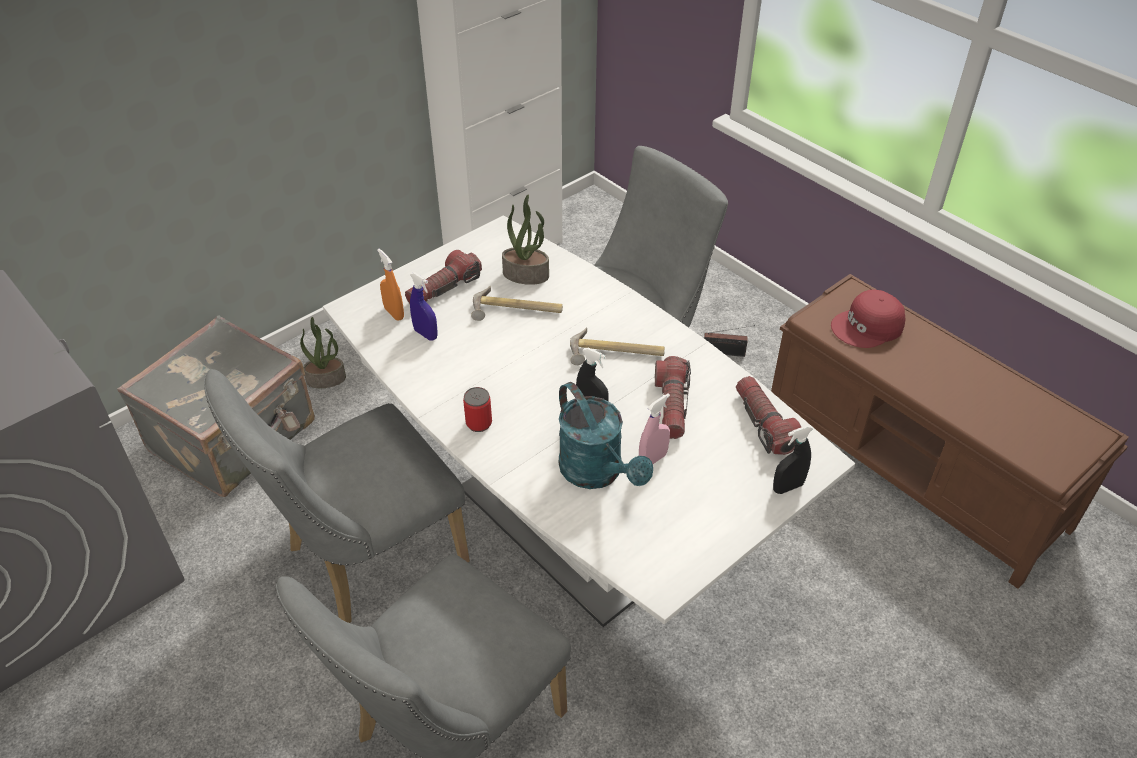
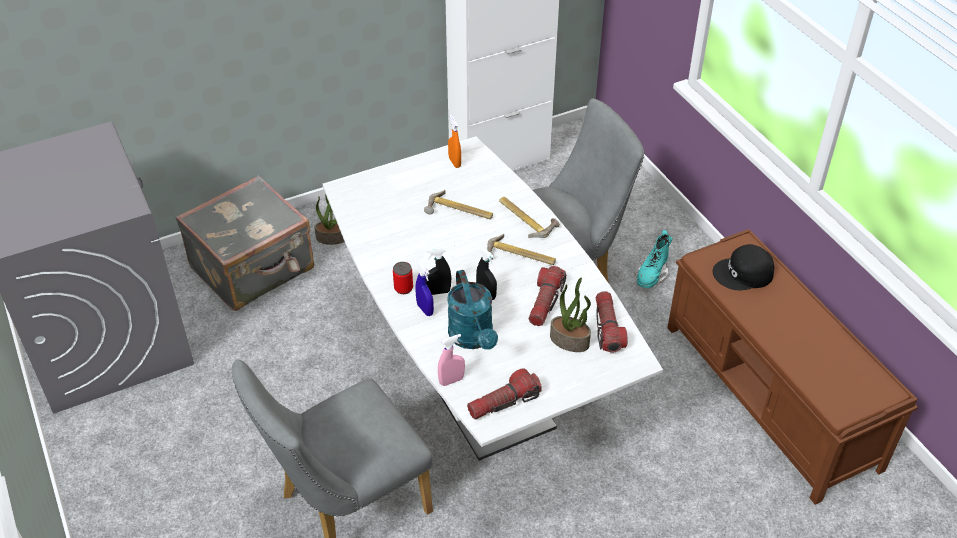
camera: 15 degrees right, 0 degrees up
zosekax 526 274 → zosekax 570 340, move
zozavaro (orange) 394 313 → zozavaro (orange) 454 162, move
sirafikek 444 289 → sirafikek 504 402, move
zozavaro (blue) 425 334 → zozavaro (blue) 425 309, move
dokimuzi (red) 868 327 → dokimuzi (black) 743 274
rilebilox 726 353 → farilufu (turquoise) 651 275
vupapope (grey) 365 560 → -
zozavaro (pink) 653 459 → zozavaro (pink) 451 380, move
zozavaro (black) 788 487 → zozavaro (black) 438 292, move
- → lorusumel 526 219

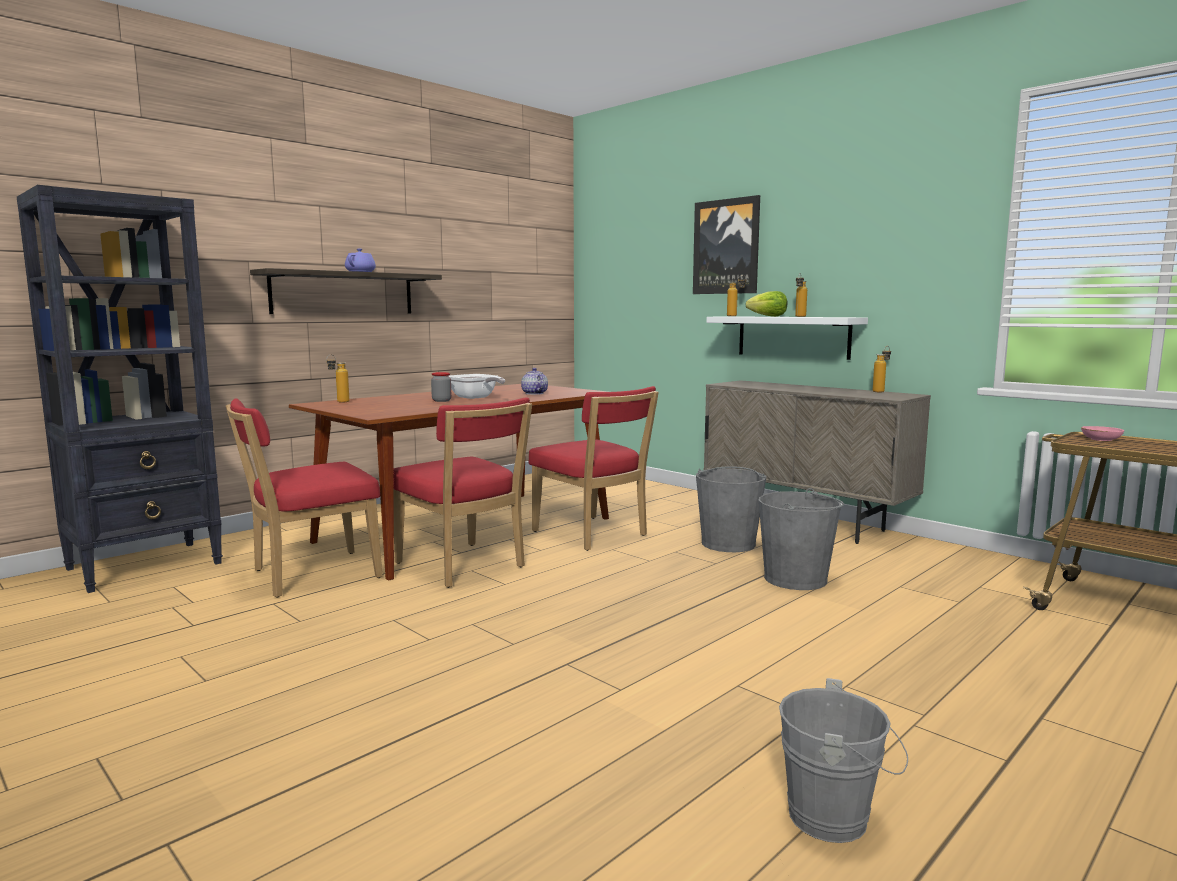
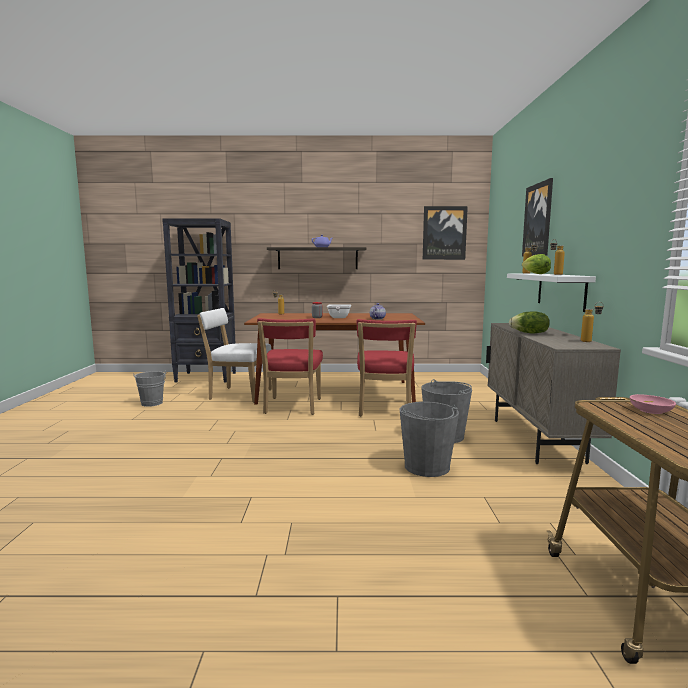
camera: 45 degrees right, 0 degrees up
vupapope (red) 310 575 → vupapope (white) 238 394
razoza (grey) 837 819 → razoza (grey) 152 404, move
- → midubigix 444 233
- → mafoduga 529 333

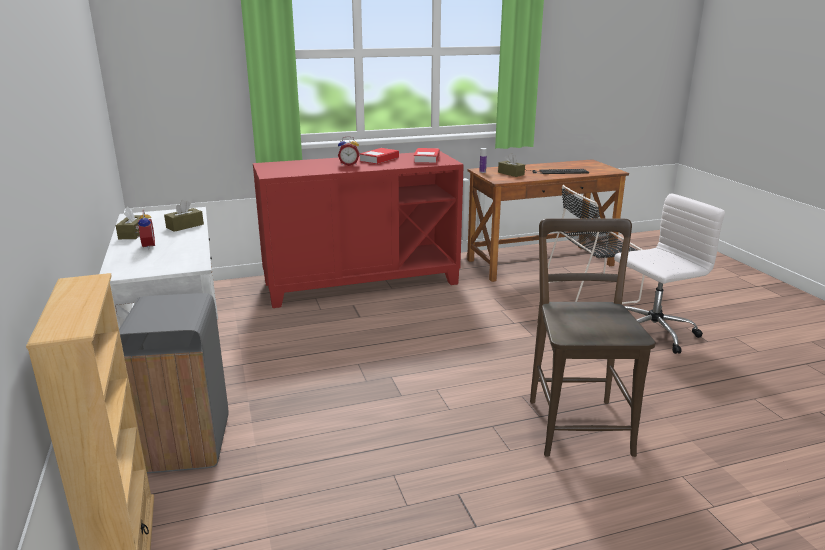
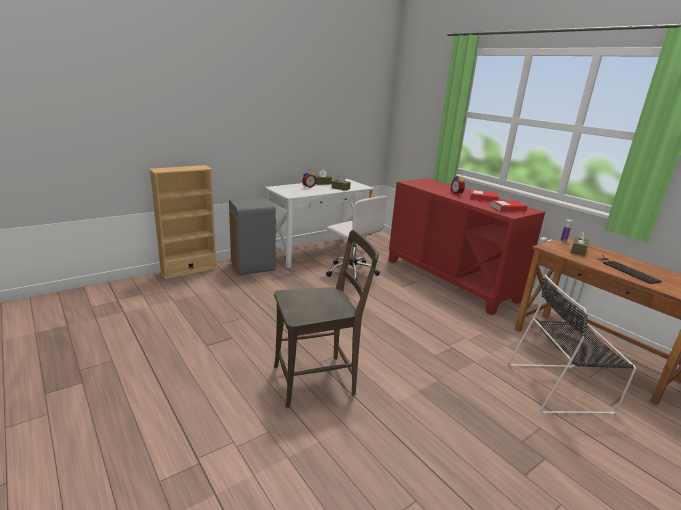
camera: 70 degrees right, 0 degrees up
vupapope (black) 592 292 → vupapope (black) 561 388, 60 degrees counterclockwise
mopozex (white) 651 332 → mopozex (white) 351 271, move

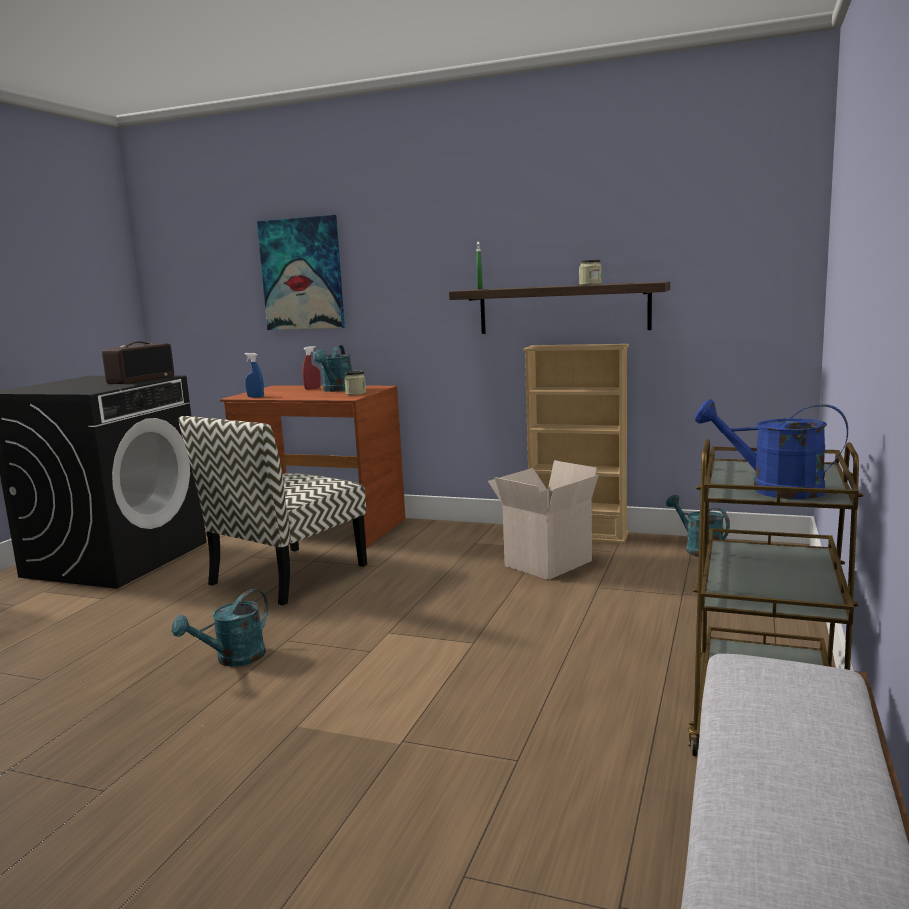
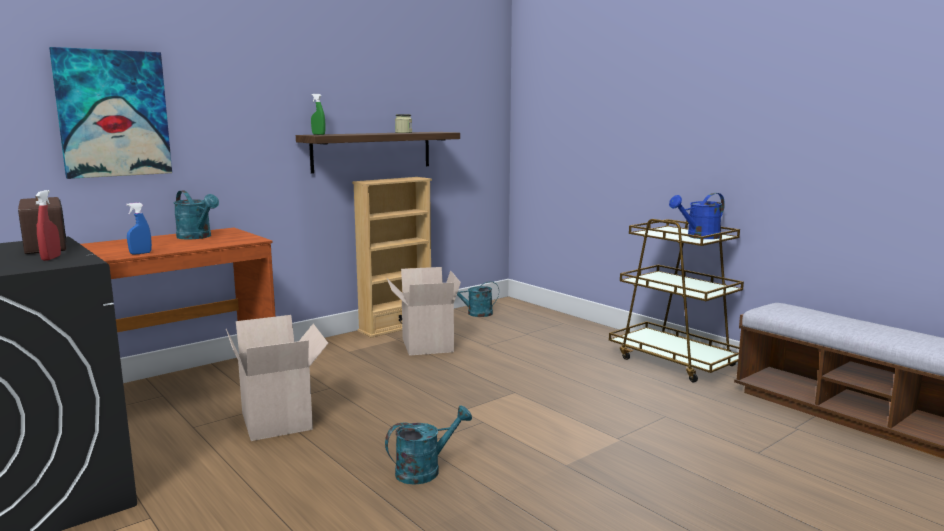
camera: 60 degrees left, 0 degrees up
zozavaro (red) 312 388 → zozavaro (red) 51 258, move
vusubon 355 393 → -
vupapope 287 575 → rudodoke 279 421
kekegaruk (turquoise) 233 659 → kekegaruk (turquoise) 425 470, 105 degrees counterclockwise

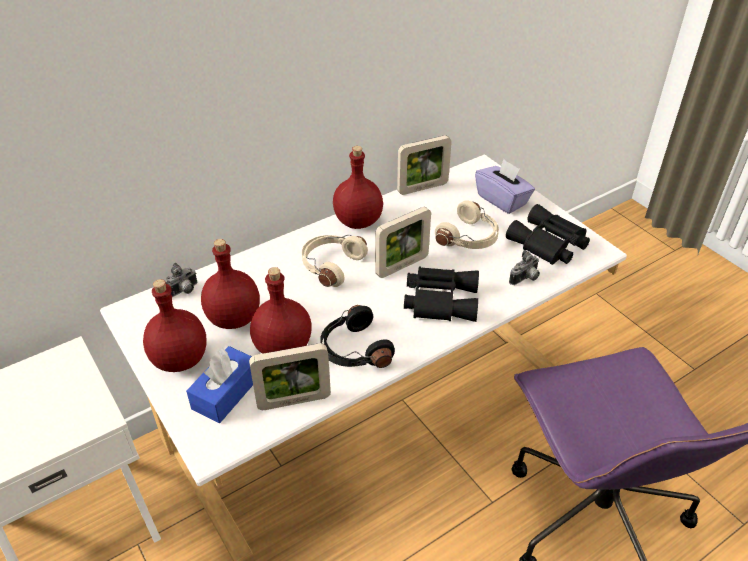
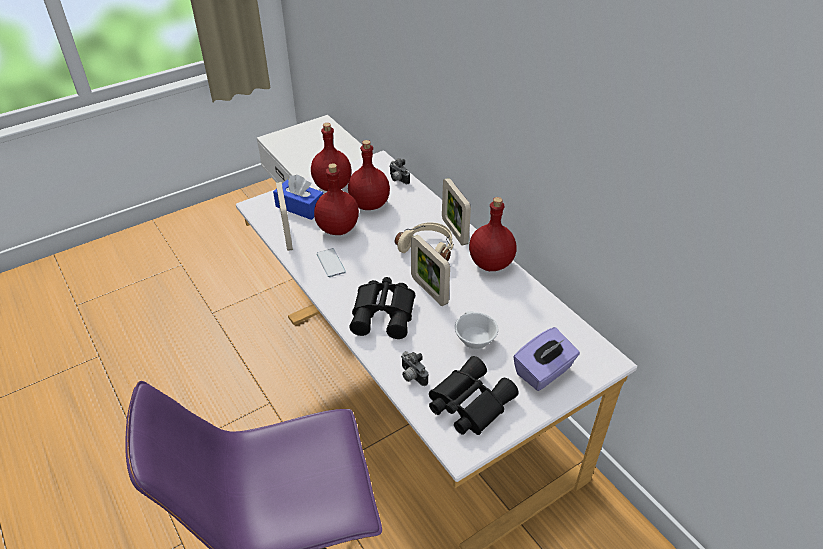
camera: 90 degrees right, 0 degrees up
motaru 422 188 → motaru 454 231, move
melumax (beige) 469 238 → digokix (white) 473 339
melumax (black) 353 350 → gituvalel 331 263

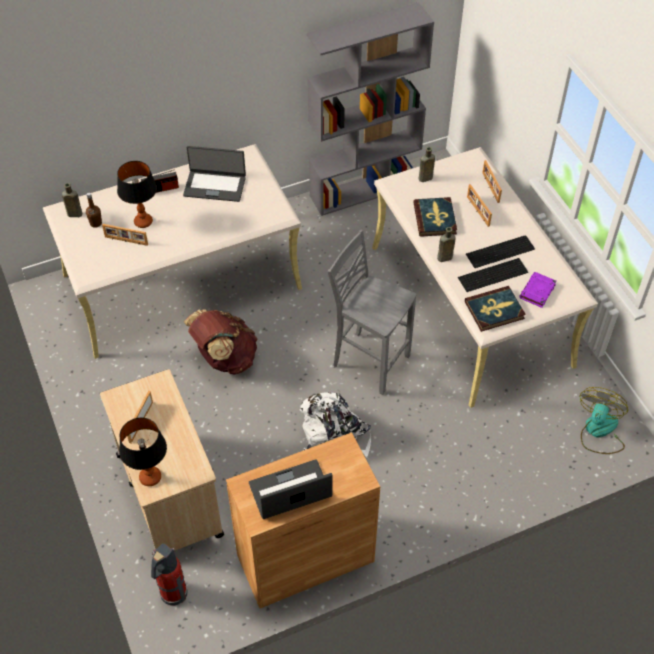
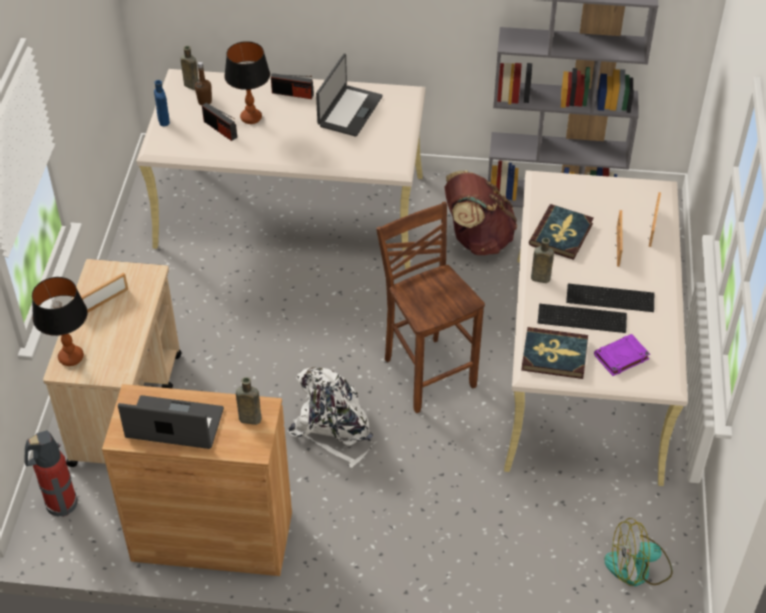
camera: 30 degrees right, 5 degrees down
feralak 215 186 → feralak 349 111, 105 degrees counterclockwise
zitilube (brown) 424 178 → zitilube (brown) 248 419, move
motaru 126 241 → rilebilox 220 129
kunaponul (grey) 369 360 → kunaponul (brown) 427 372
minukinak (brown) 225 358 → minukinak (brown) 477 239, move
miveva 599 432 → miveva 638 568, 150 degrees counterclockwise
- → zitilube (blue) 164 121

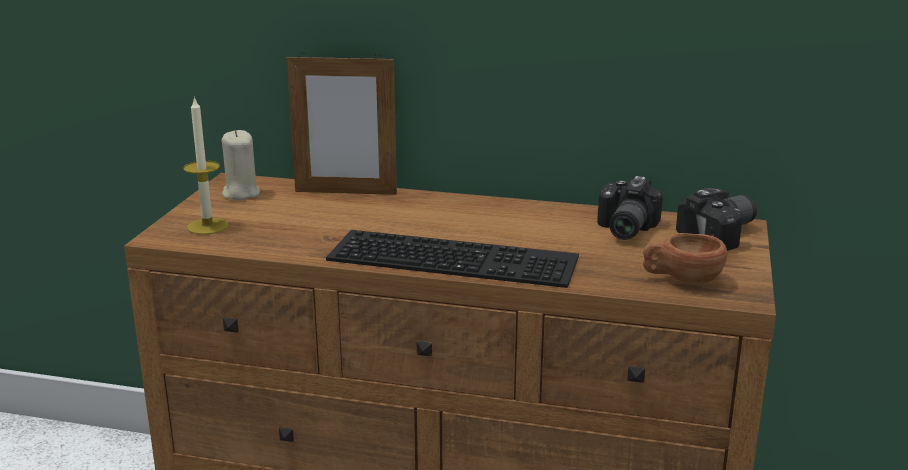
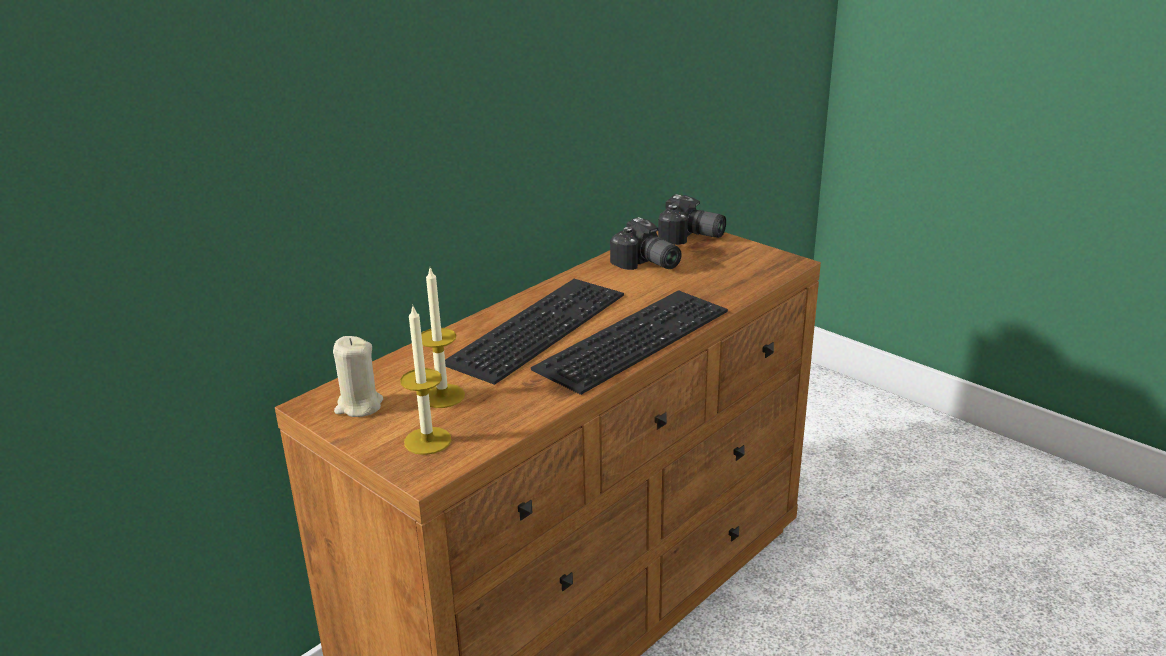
camera: 60 degrees left, 5 degrees up
motaru 346 192 → -
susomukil 723 235 → susomukil 691 237, 120 degrees clockwise
digokix (brown) 682 280 → -
- → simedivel 442 396
- → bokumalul 536 326

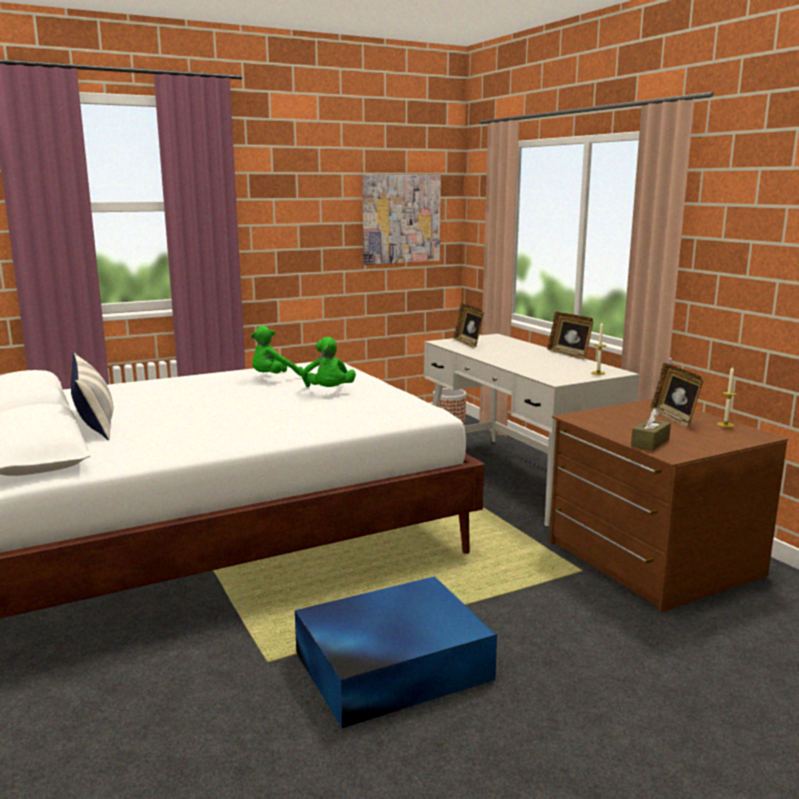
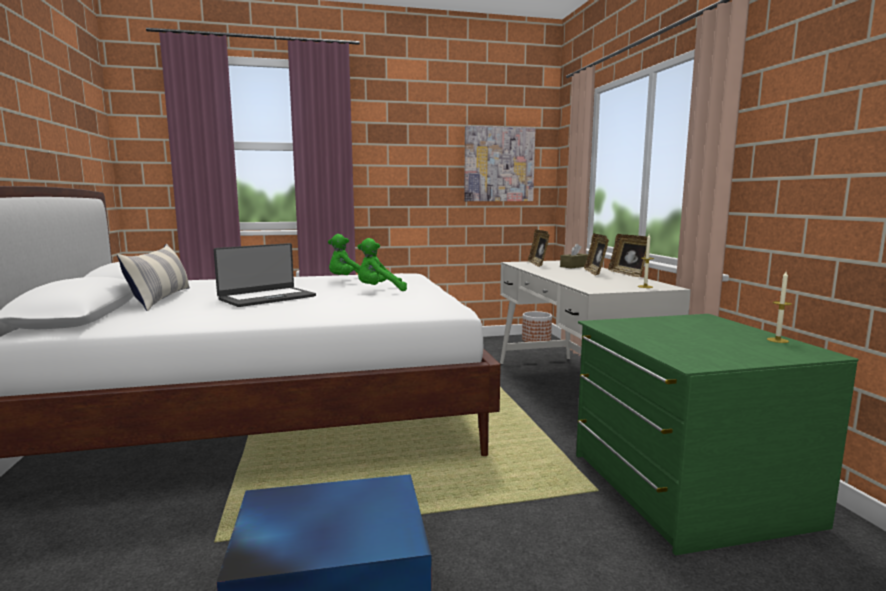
camera: 15 degrees right, 5 degrees down
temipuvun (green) 328 392 → temipuvun (green) 379 291, 75 degrees clockwise
motaru 674 418 → motaru 595 272, move
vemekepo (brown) 651 559 → vemekepo (green) 685 488
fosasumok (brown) 650 443 → fosasumok (brown) 574 266, move
- → feralak 267 297

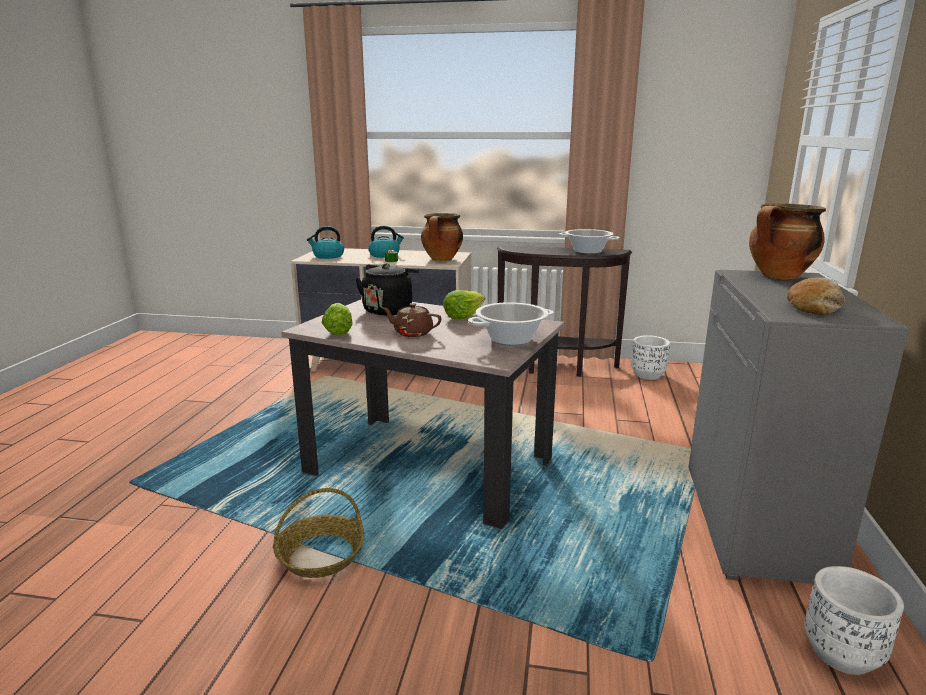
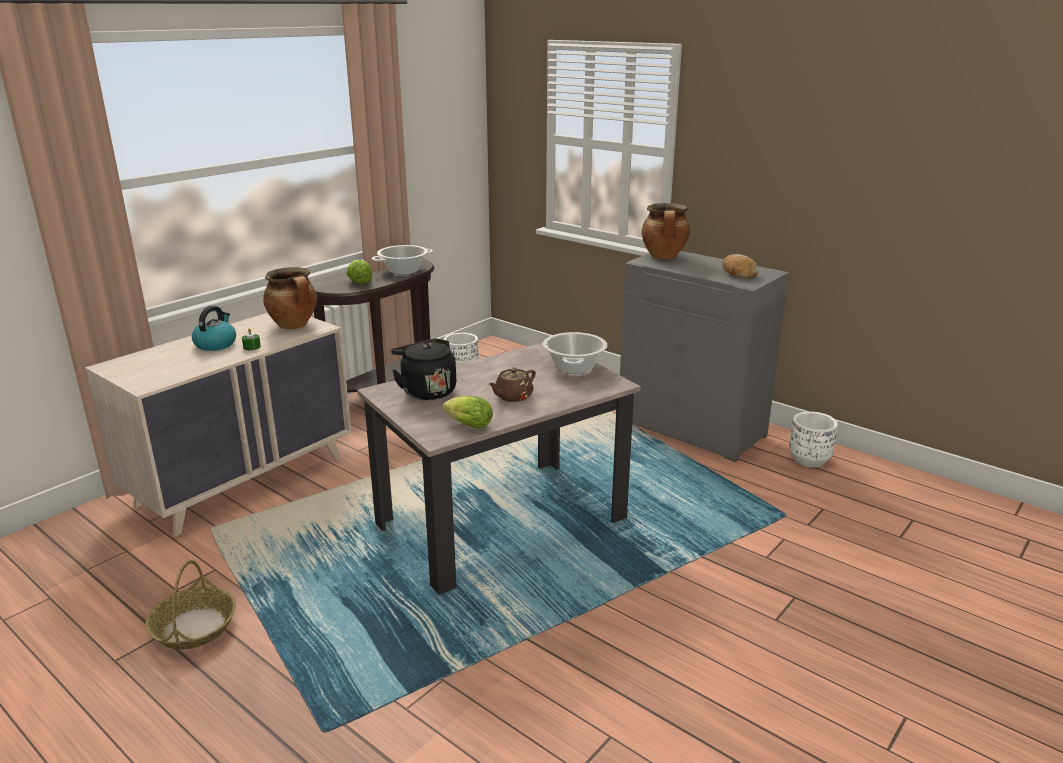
camera: 60 degrees left, 5 degrees up
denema 328 256 → -
mafoduga 463 316 → mafoduga 359 281, move
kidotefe 321 555 → kidotefe 194 627, move

